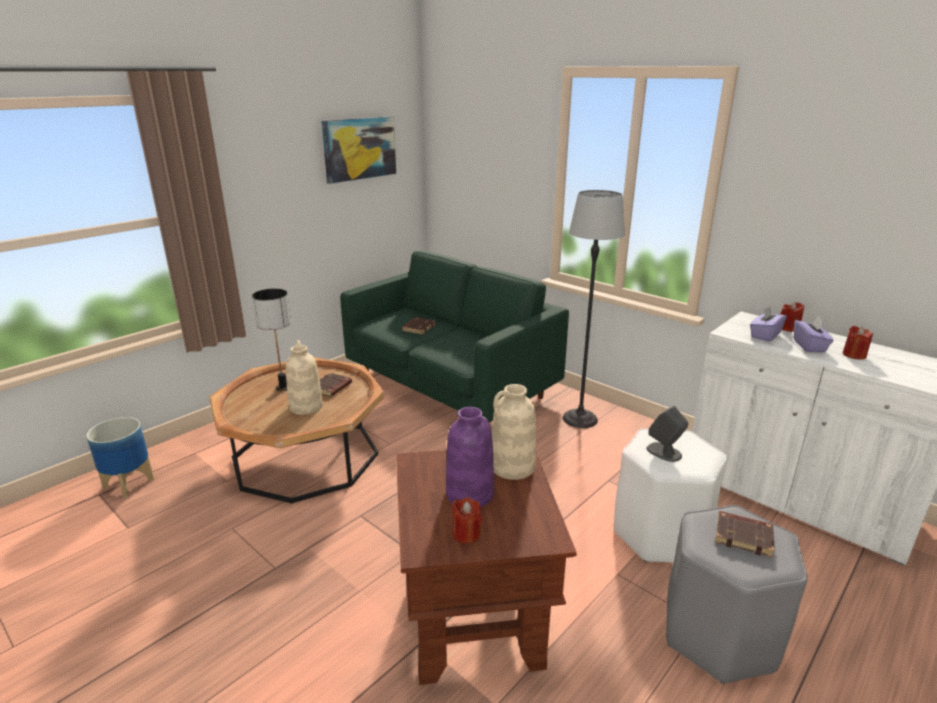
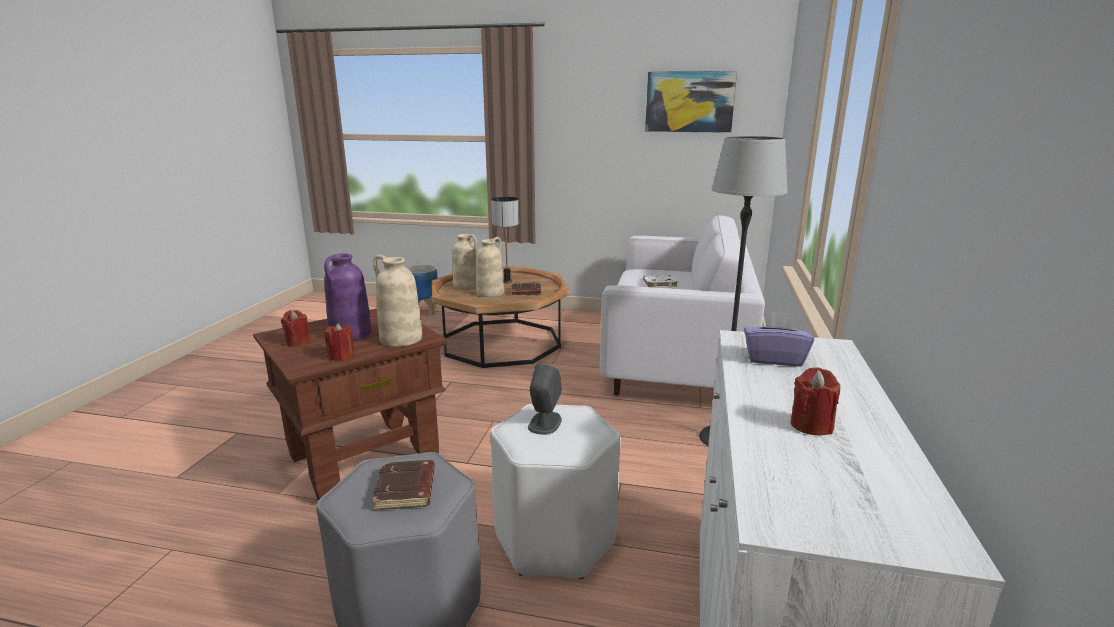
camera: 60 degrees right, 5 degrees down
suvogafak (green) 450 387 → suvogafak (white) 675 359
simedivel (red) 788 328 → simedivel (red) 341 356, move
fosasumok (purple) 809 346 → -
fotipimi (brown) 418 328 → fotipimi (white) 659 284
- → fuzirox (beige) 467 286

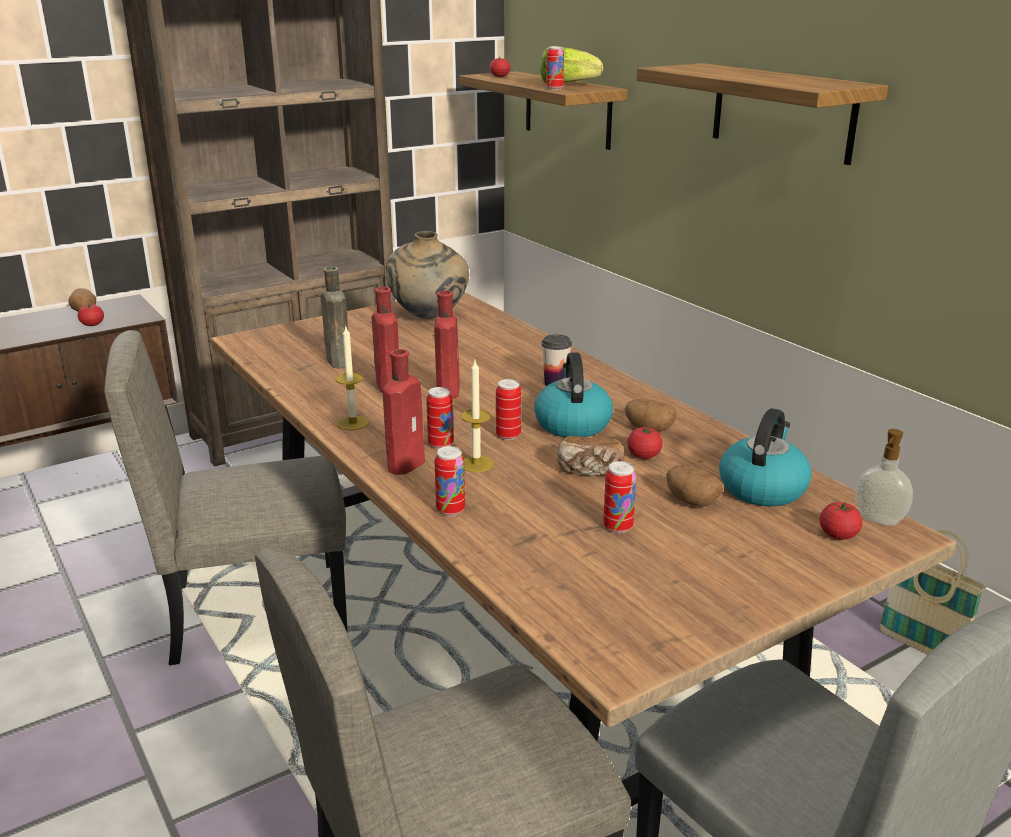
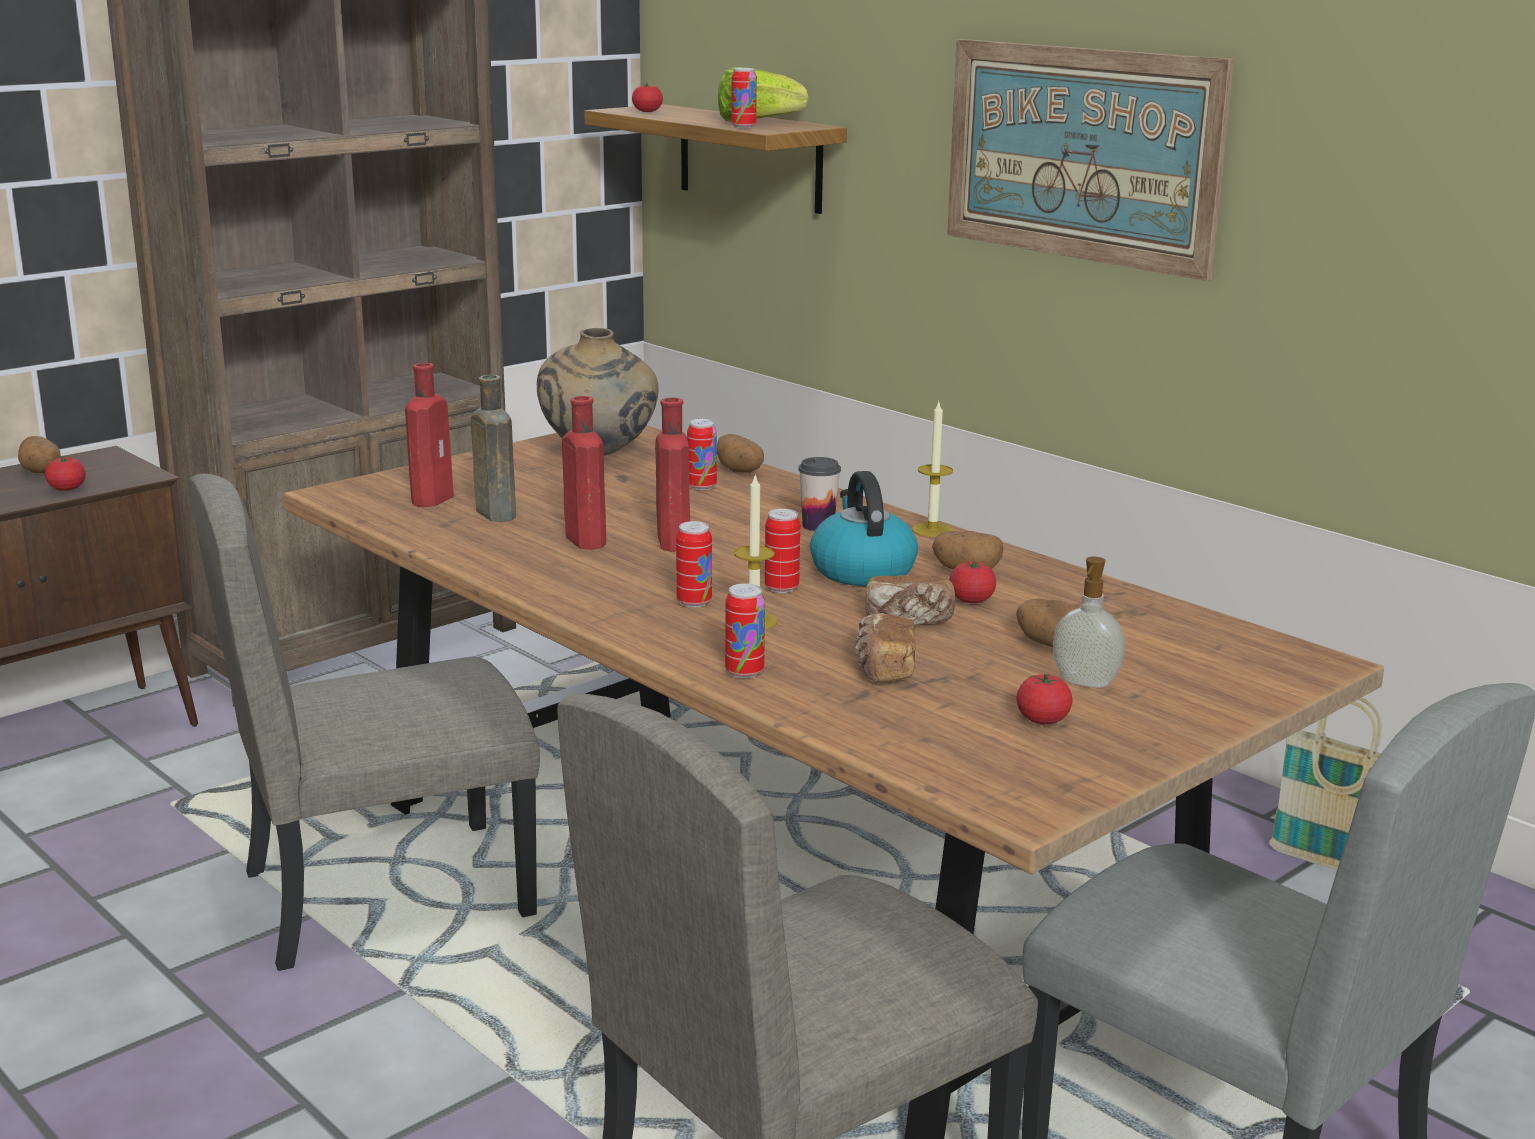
camera: 10 degrees left, 5 degrees down
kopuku 782 112 → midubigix 1081 154
simedivel 352 423 → simedivel 932 530, move
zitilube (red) 408 463 → zitilube (red) 434 498, move
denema 762 488 → -
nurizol 878 520 → nurizol 1085 683, move
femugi 617 527 → femugi 702 486, move
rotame 838 535 → rotame 1042 720, move
- → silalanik 740 471
- → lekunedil 883 669

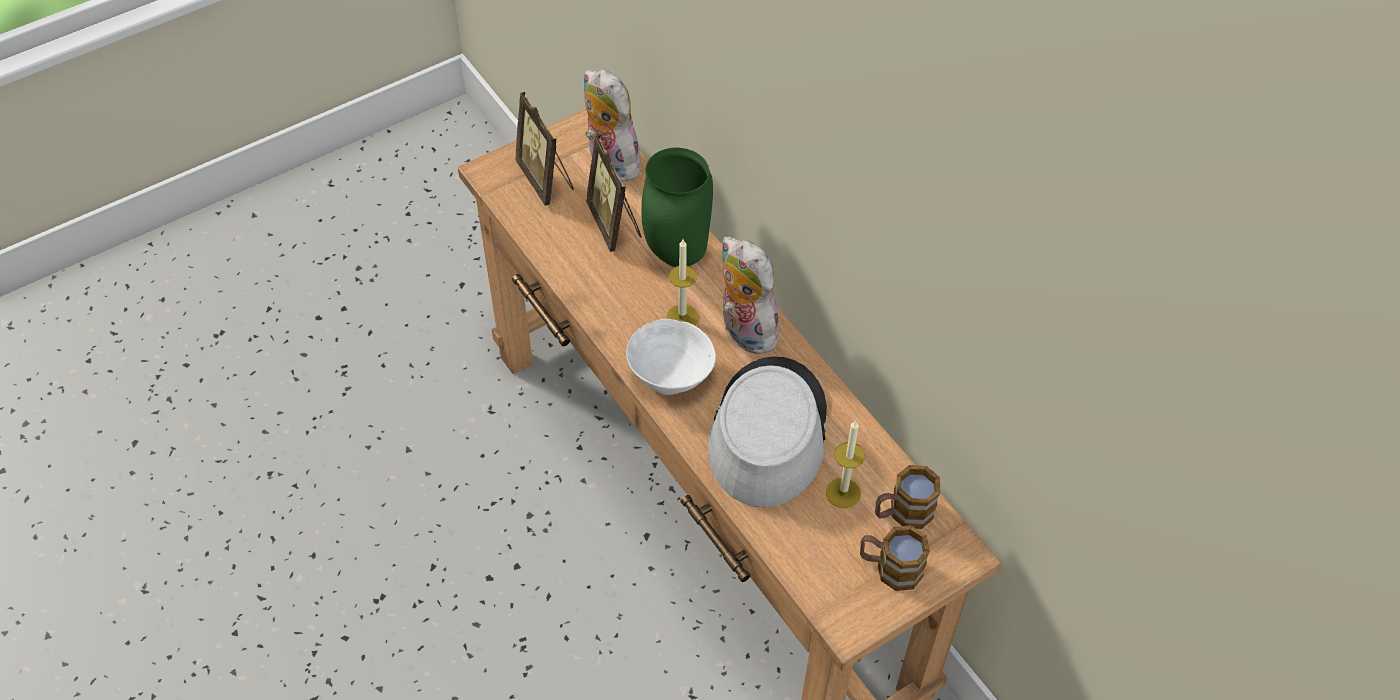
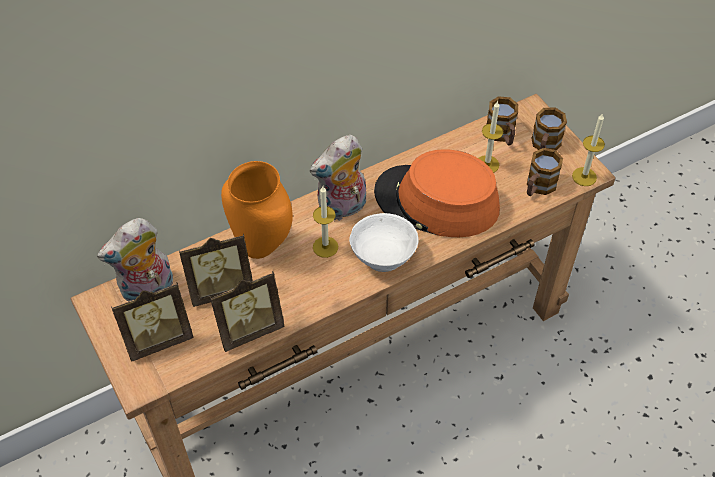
camera: 85 degrees left, 0 degrees up
fuzirox (green) 675 255 → fuzirox (orange) 261 248
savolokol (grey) 767 433 → savolokol (orange) 436 202
- → simedivel 584 176
- → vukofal 538 187
- → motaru 249 329

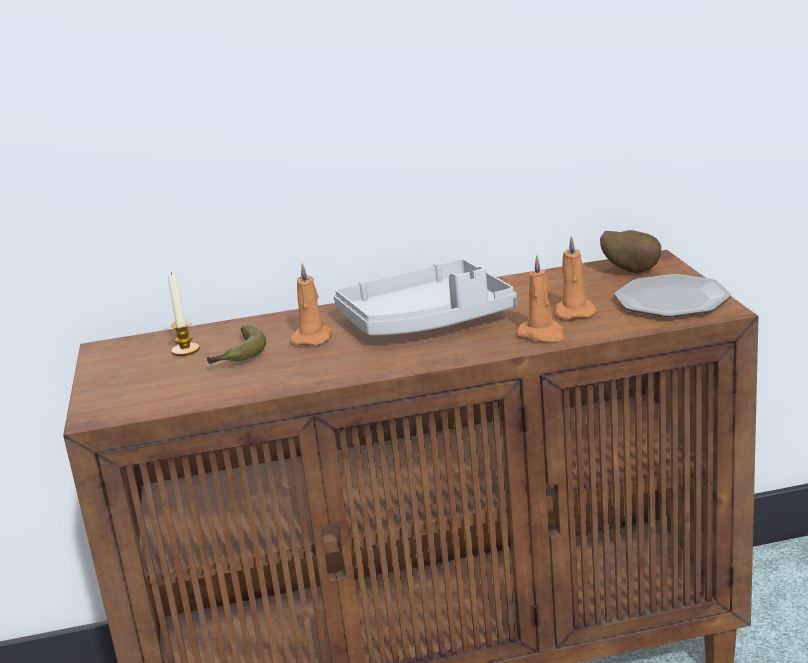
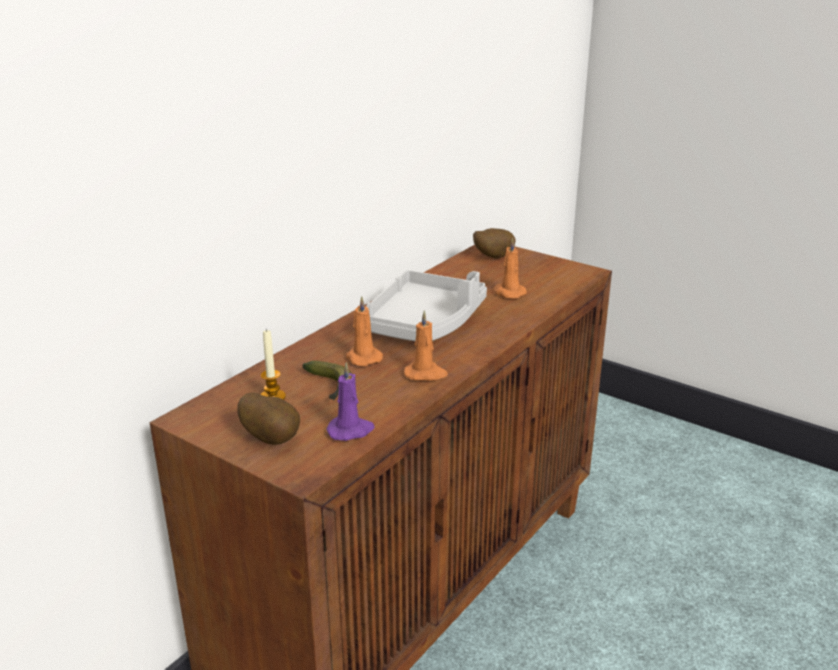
camera: 45 degrees left, 5 degrees up
simedivel (orange) 543 334 → simedivel (orange) 426 374, move
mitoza 671 301 → -
- → simedivel (purple) 351 430
- → silalanik 272 438

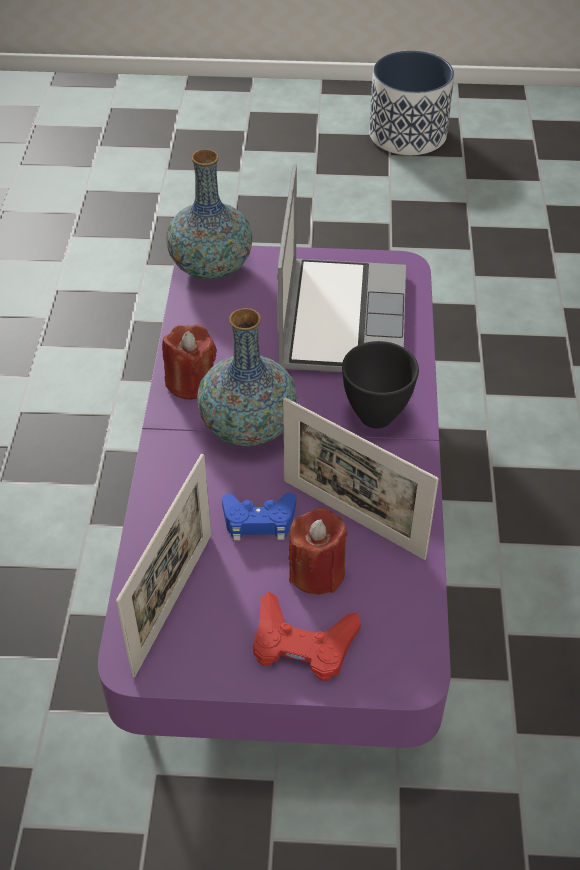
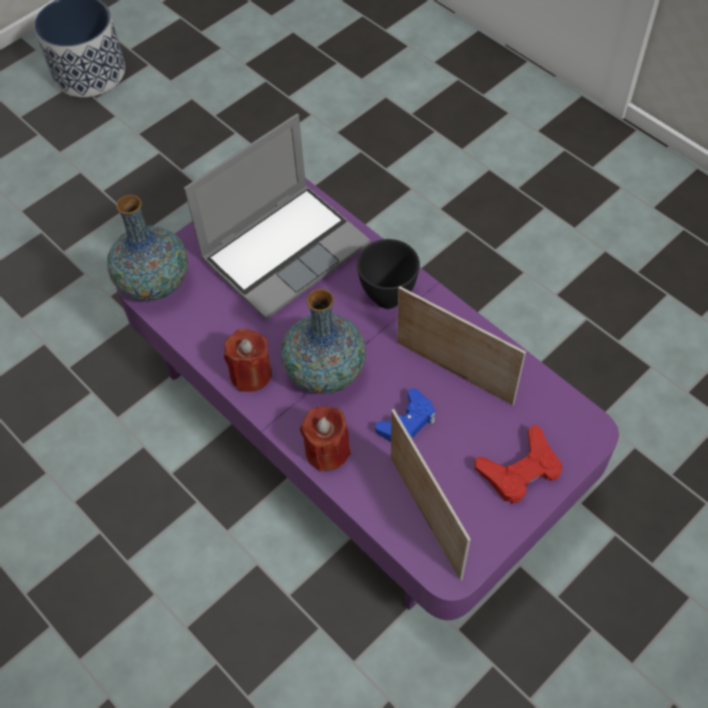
camera: 45 degrees left, 10 degrees up
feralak 340 318 → feralak 285 250, 90 degrees clockwise
motaru 352 518 → motaru 454 372, 135 degrees counterclockwise
simedivel (red) 317 572 → simedivel (red) 327 451, move

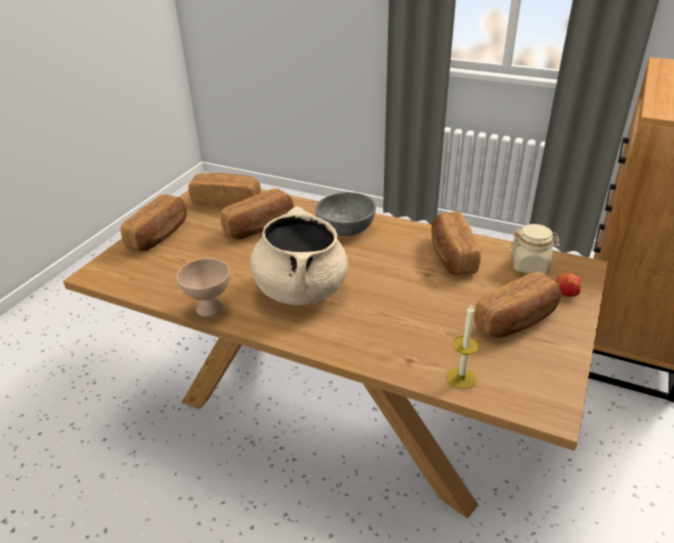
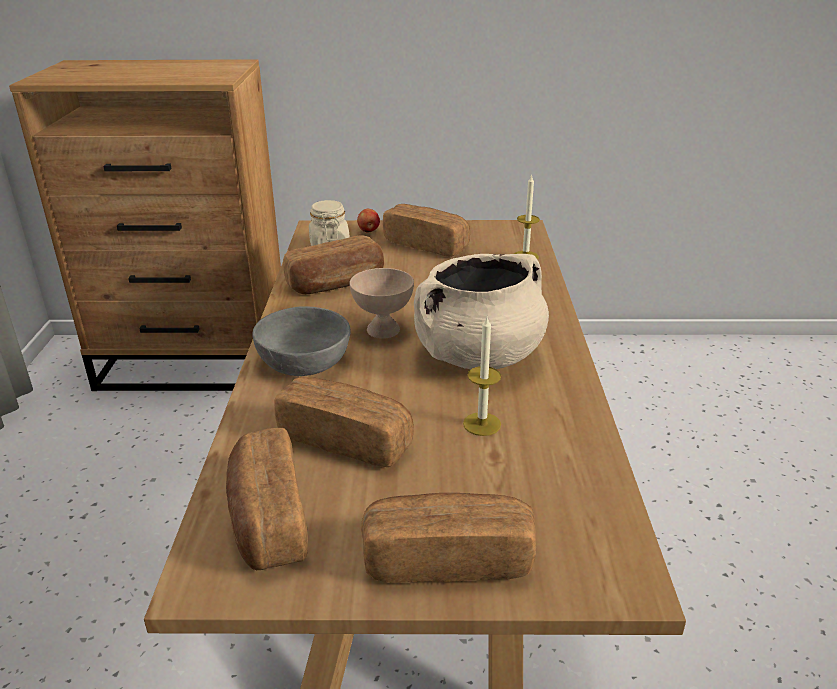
camera: 115 degrees left, 5 degrees down
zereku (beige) 209 309 → zereku (beige) 384 330, move
- → simedivel 482 424

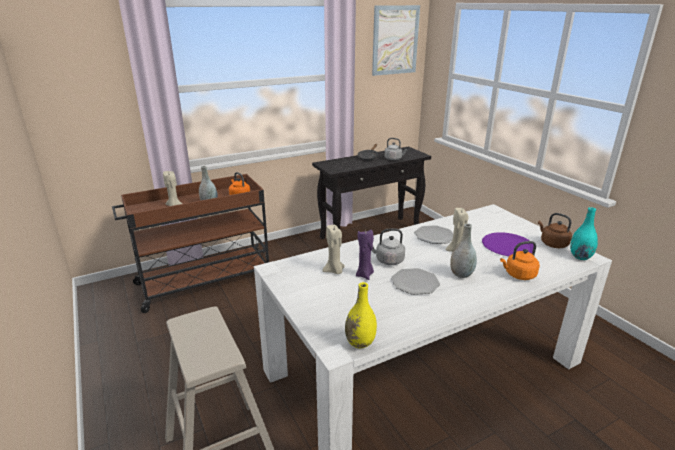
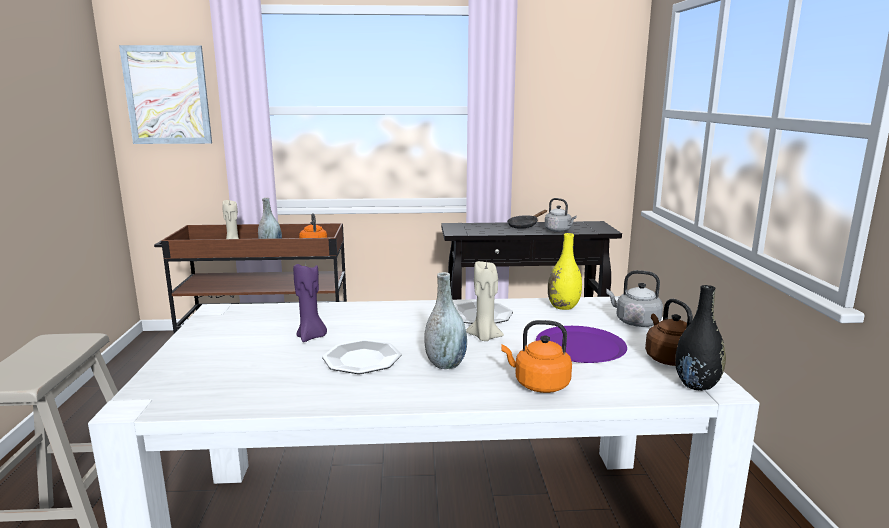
camera: 25 degrees right, 10 degrees down
midubigix 395 40 → midubigix 167 95, move
fuzirox (turquoise) 580 257 → fuzirox (black) 696 384
simedivel (beige) 334 271 → -
denema (grey) 388 260 → denema (grey) 635 322, move
fuzirox (yellow) 360 343 → fuzirox (yellow) 563 307, move

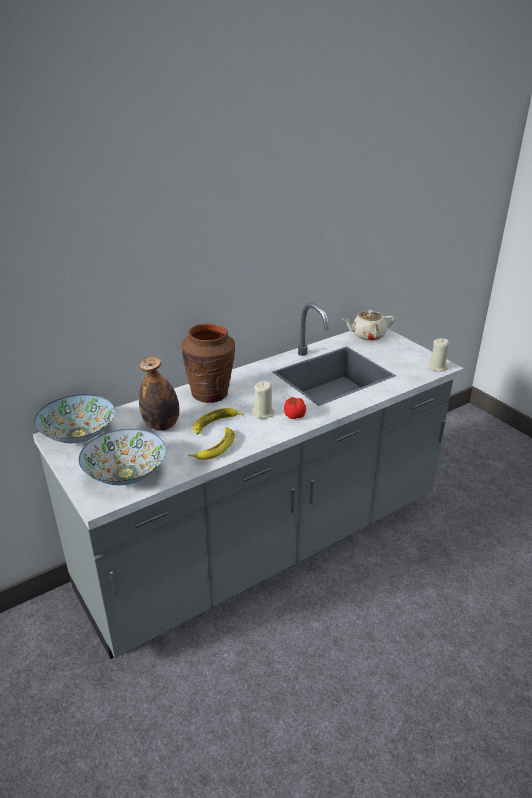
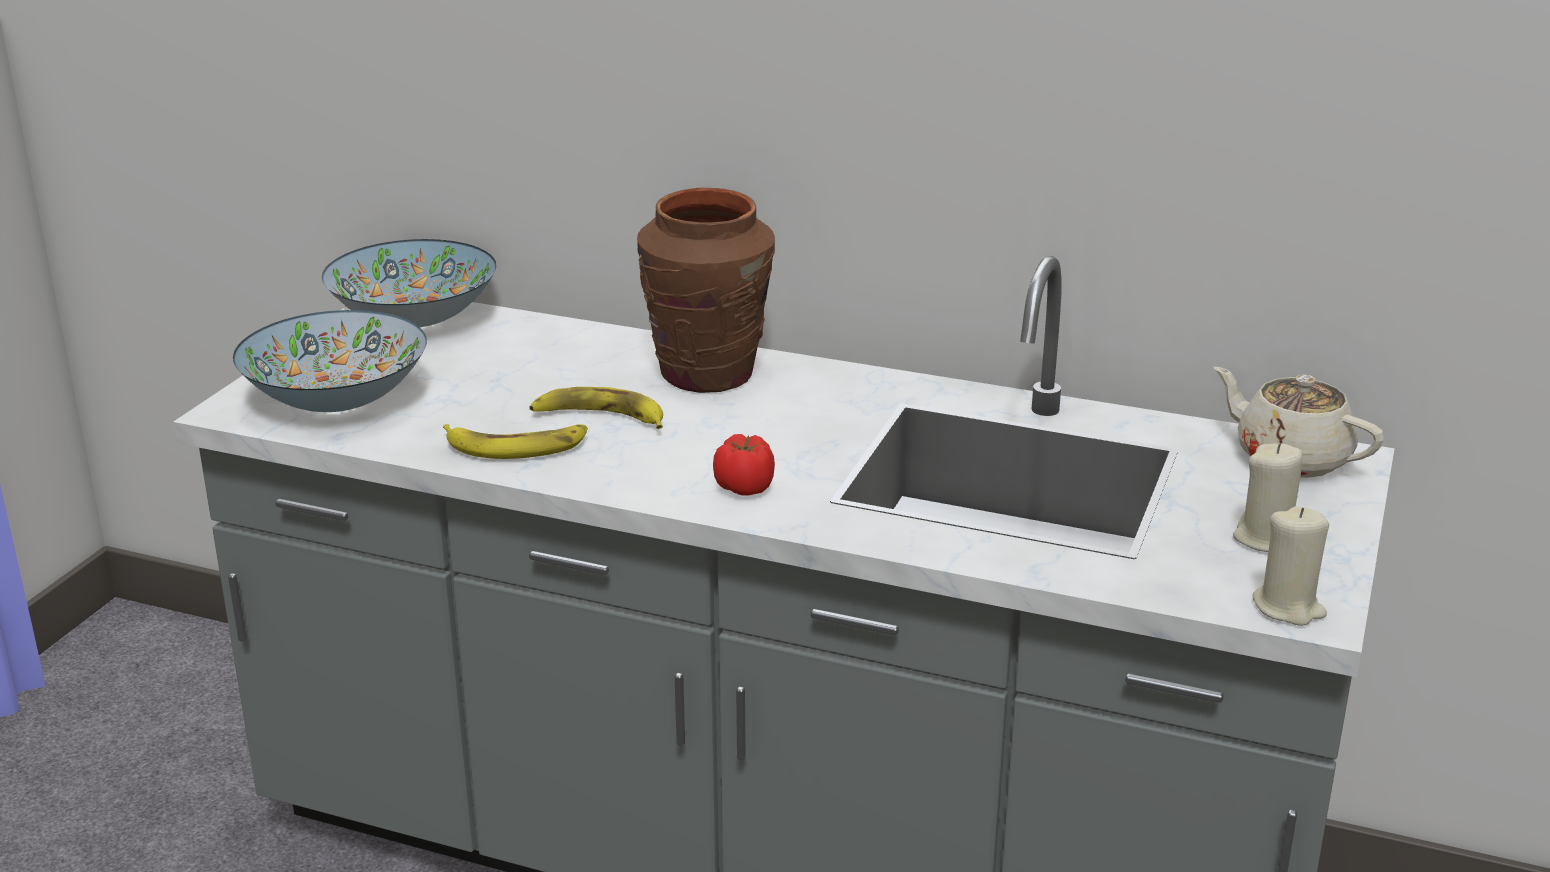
camera: 55 degrees right, 5 degrees down
zitilube 161 425 → -
simedivel (beige) 263 413 → simedivel (beige) 1266 539, move

